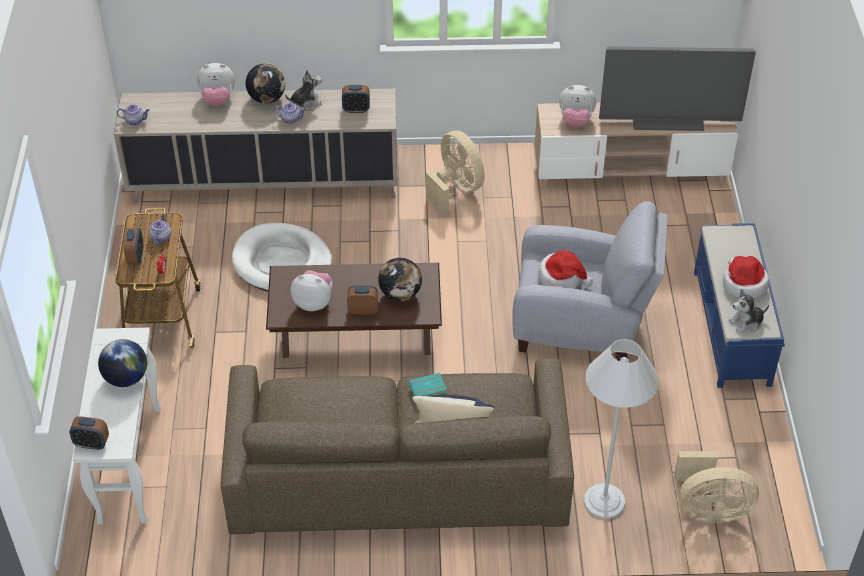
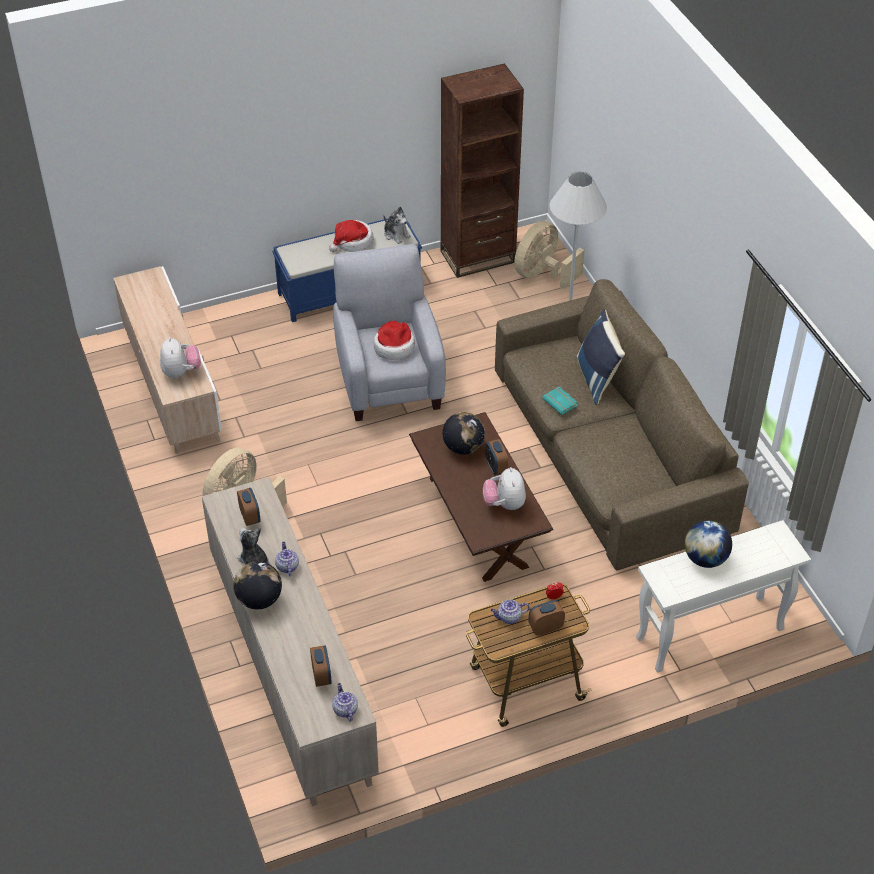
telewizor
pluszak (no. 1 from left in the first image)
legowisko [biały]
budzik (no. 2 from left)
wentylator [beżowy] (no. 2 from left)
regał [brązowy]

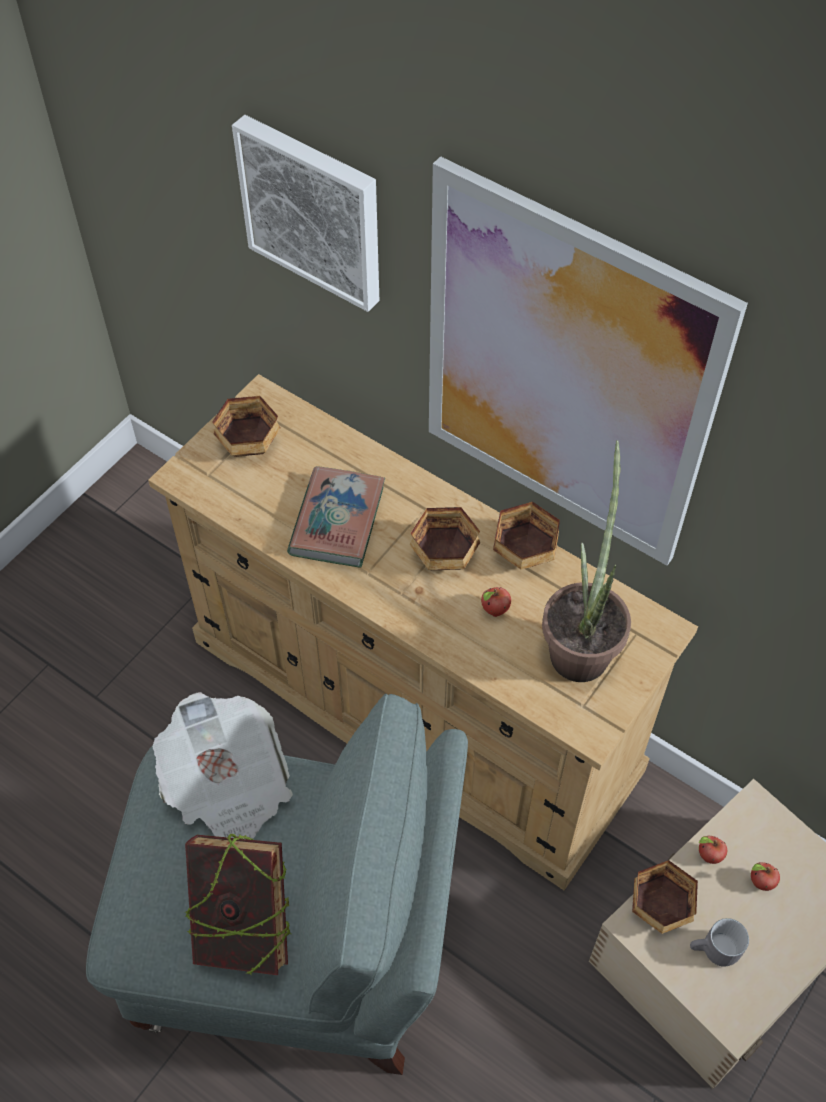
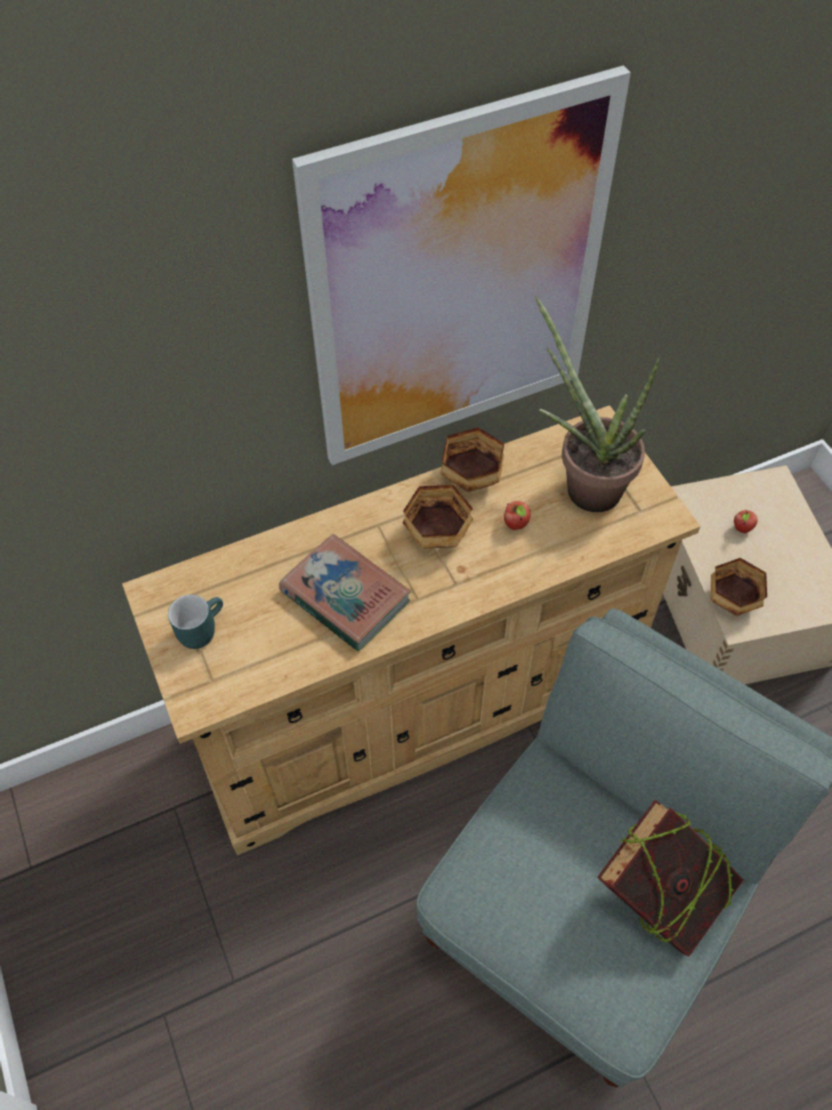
obraz (no. 1 from left in the first image)
kubek [turkusowy]
gazeta
jabłko (no. 2 from left in the first image)
kubek [szary]

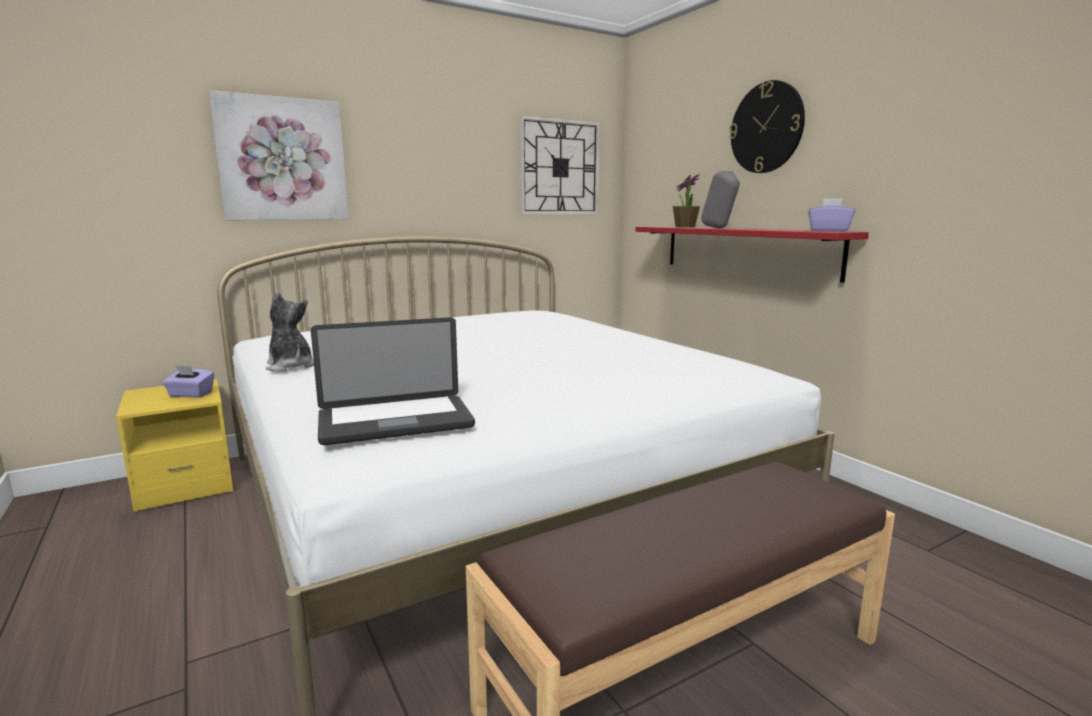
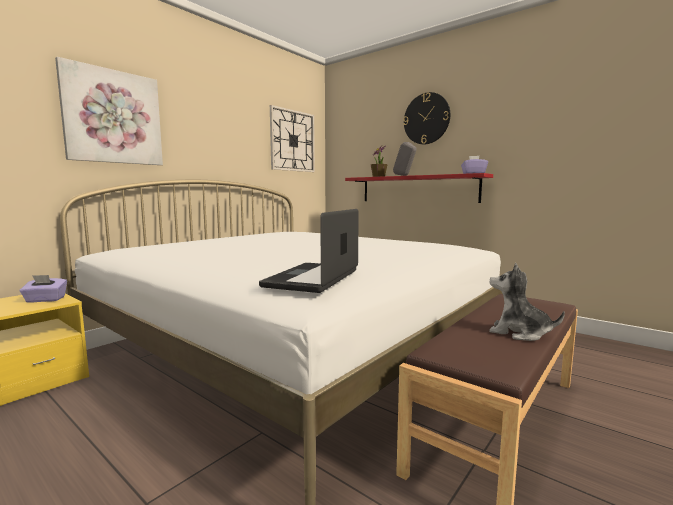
pluszak
laptop

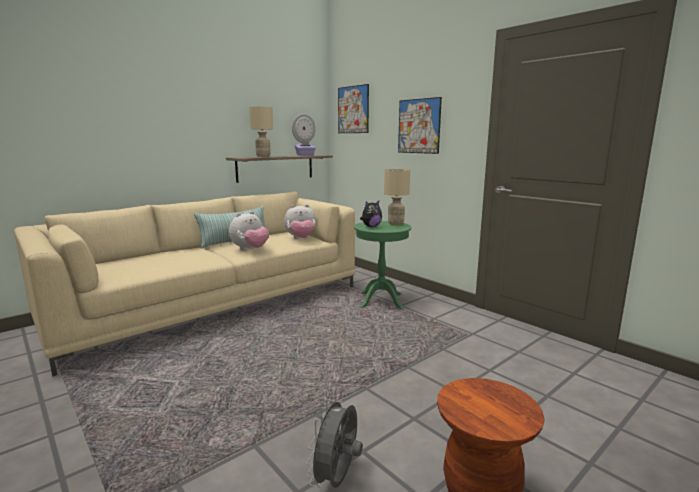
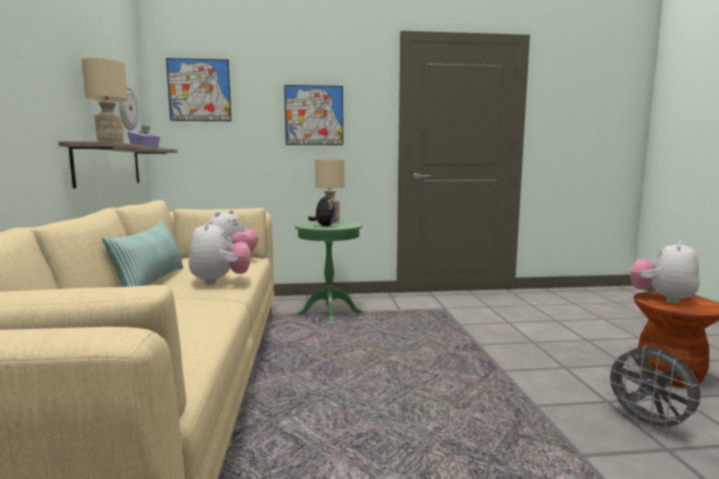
pluszak (no. 4 from left)

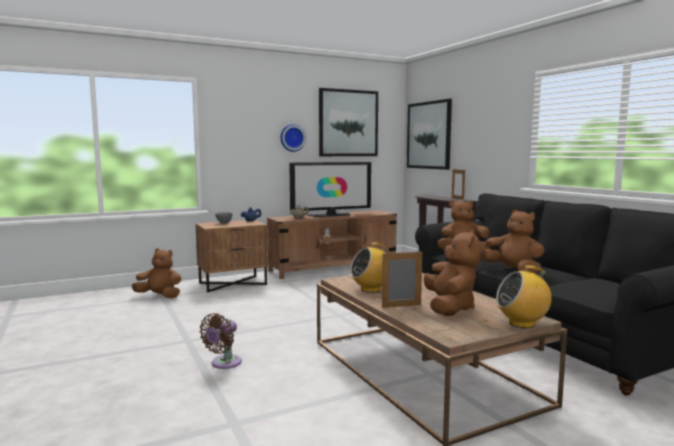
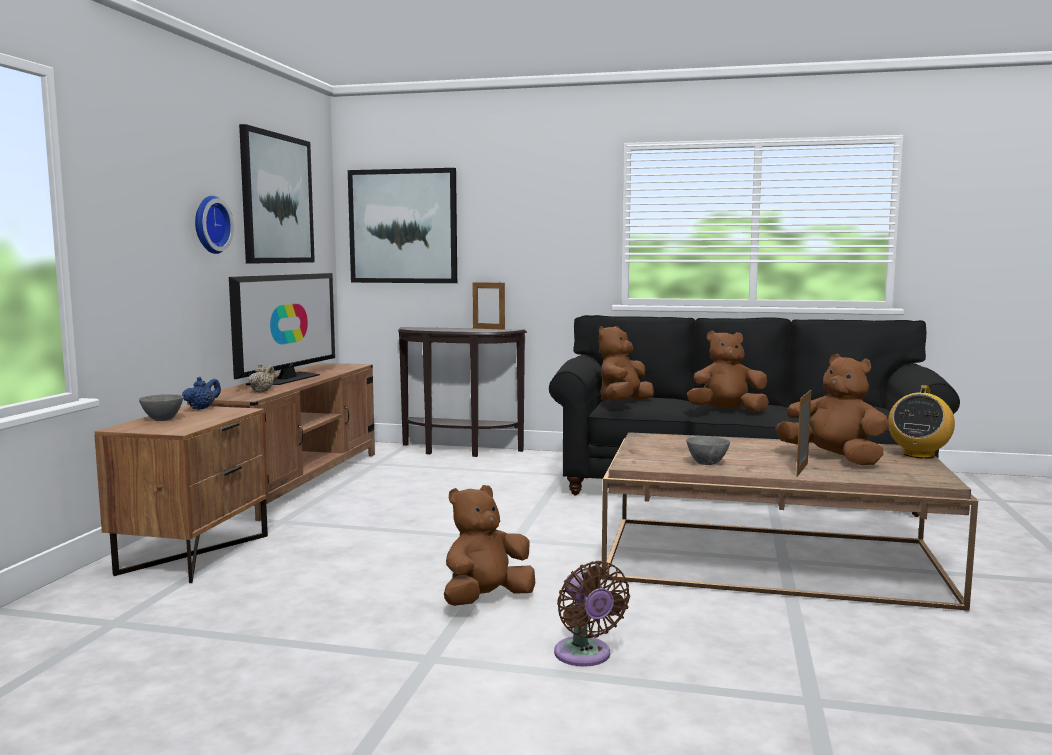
miska [szary] (no. 2 from left)
pluszak [brązowy] (no. 1 from left)

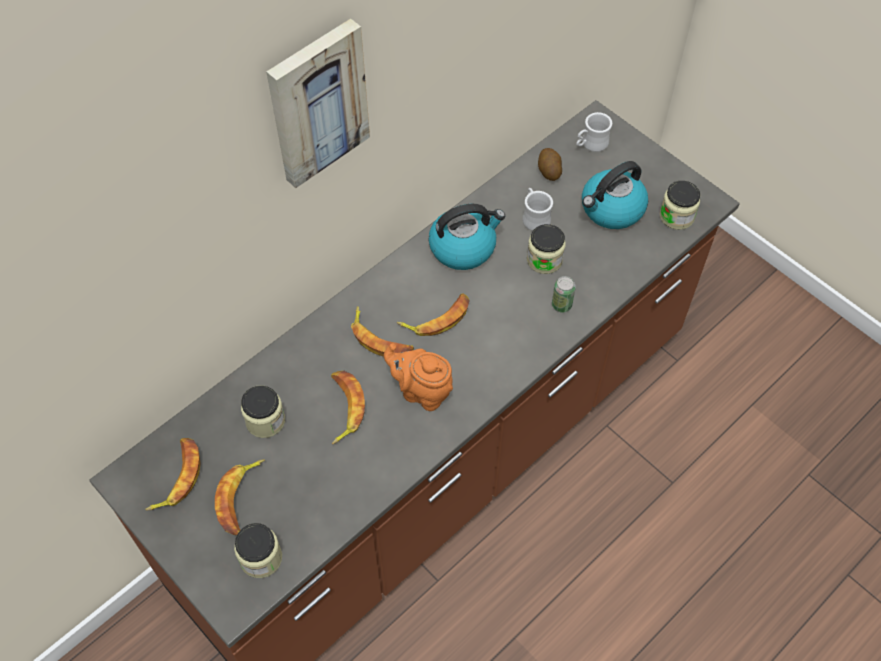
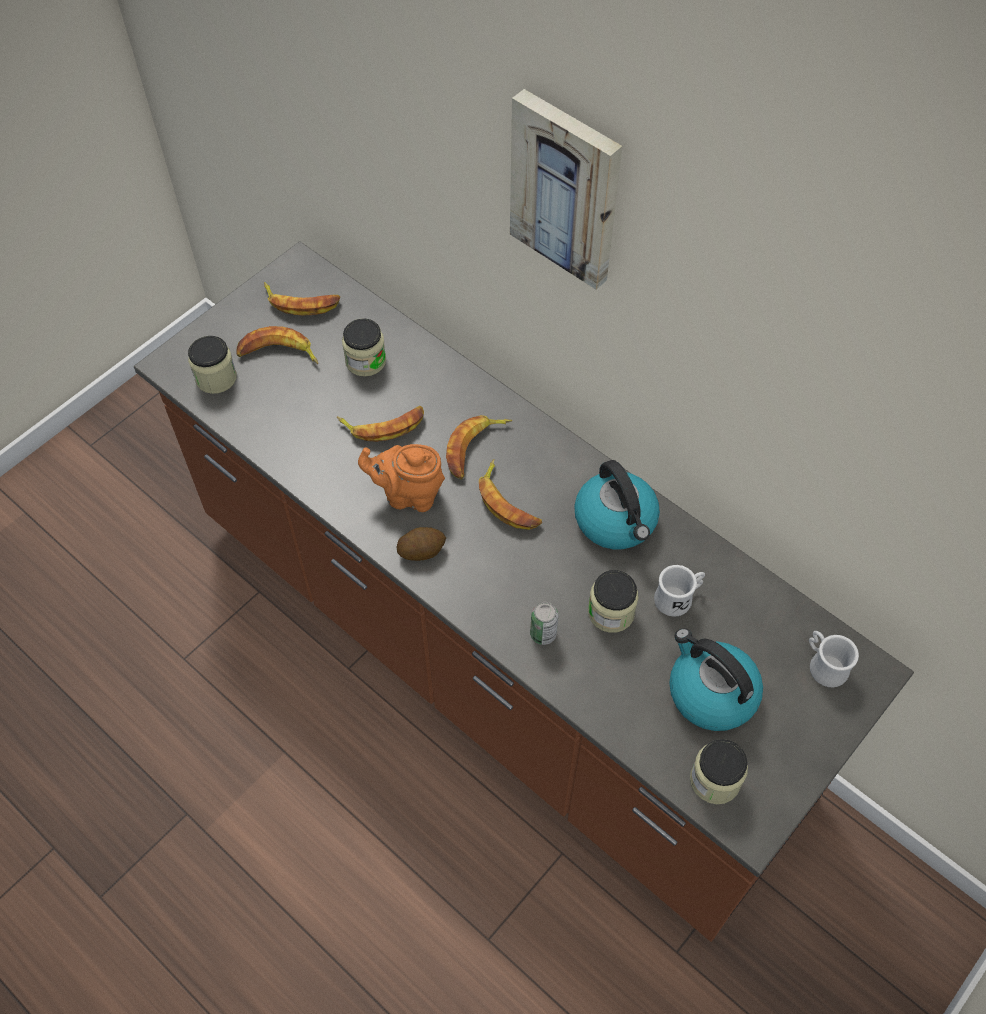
ziemniak
imbryk [pomarańczowy]

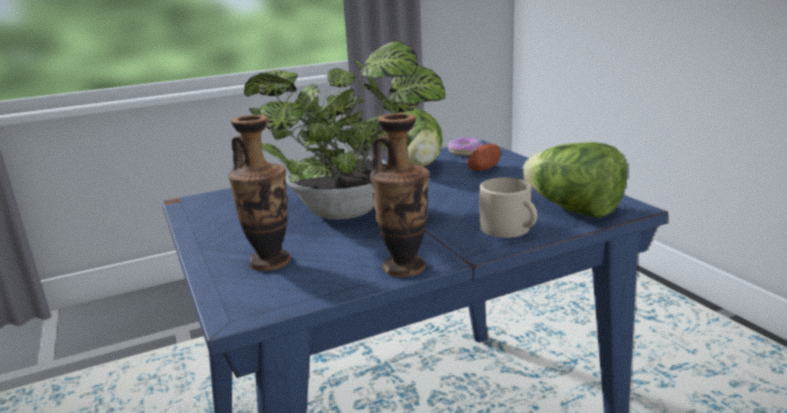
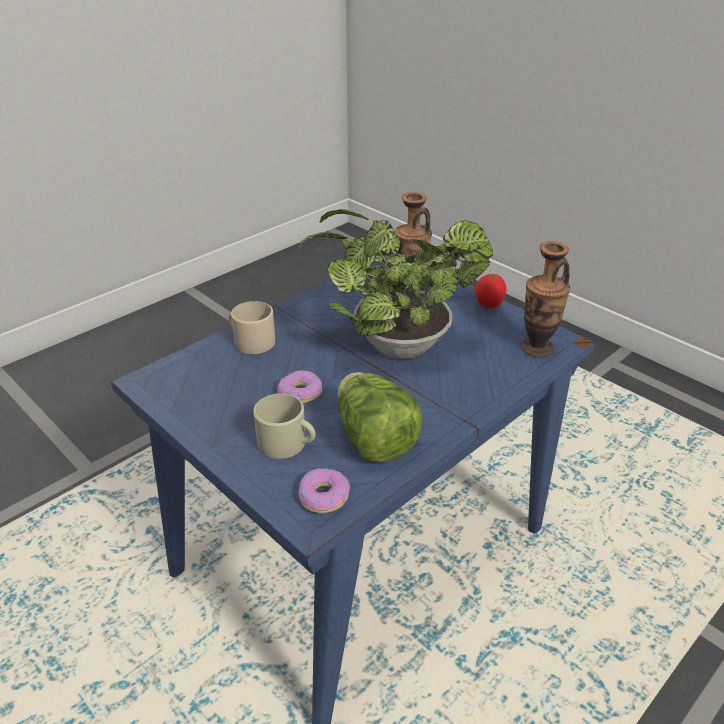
wazon (no. 2 from left)
sałata (no. 2 from left in the first image)
kubek [beżowy] (no. 2 from left)
pomidor
donut (no. 1 from left)

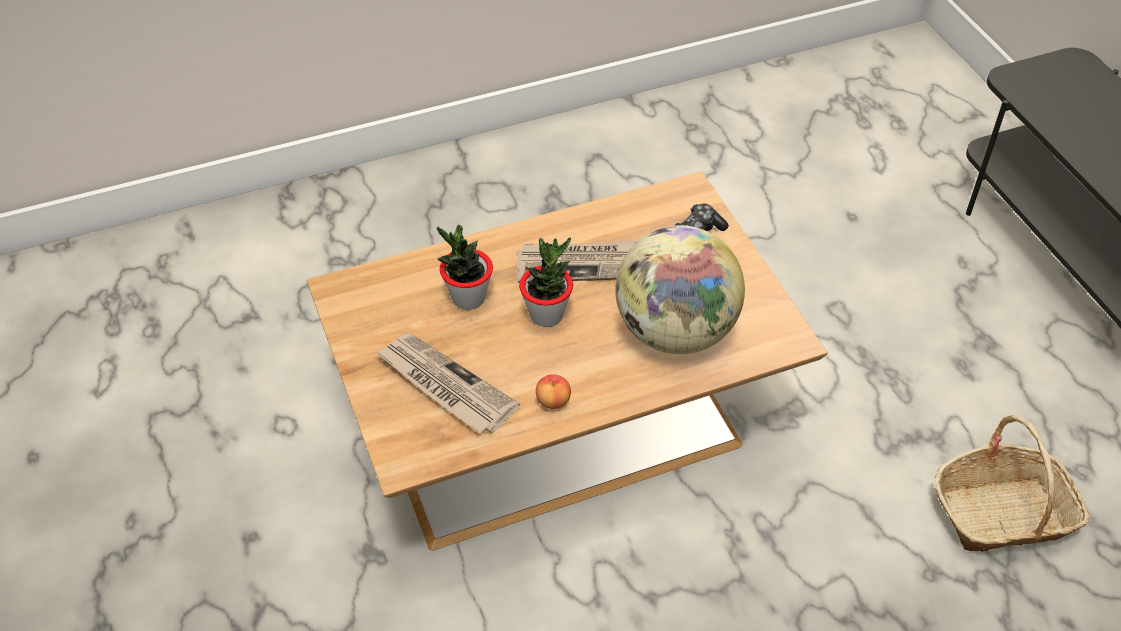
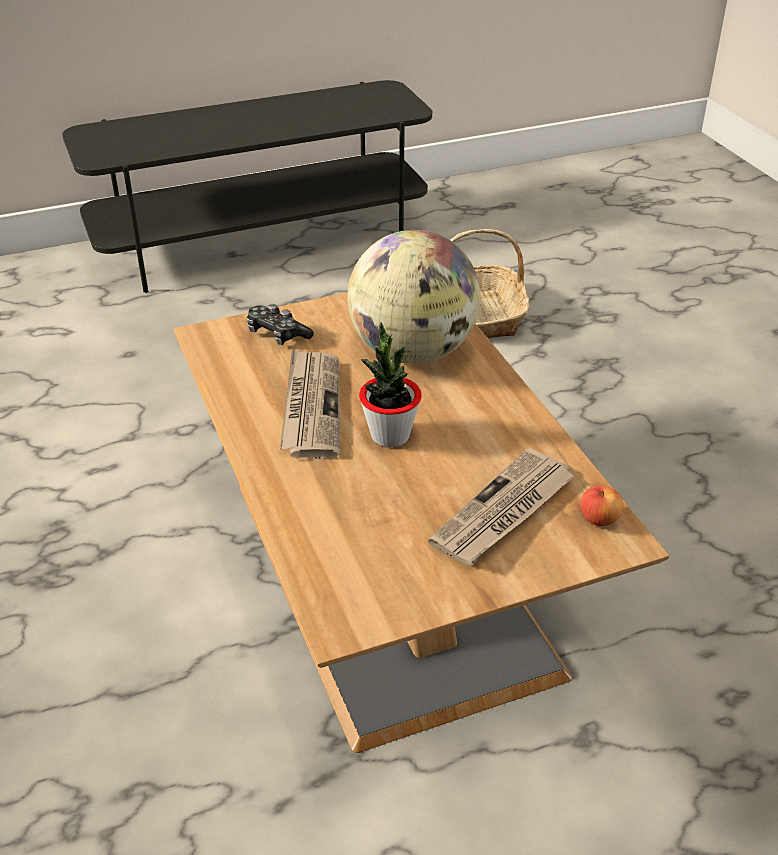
roślina doniczkowa (no. 1 from left in the first image)
jabłko

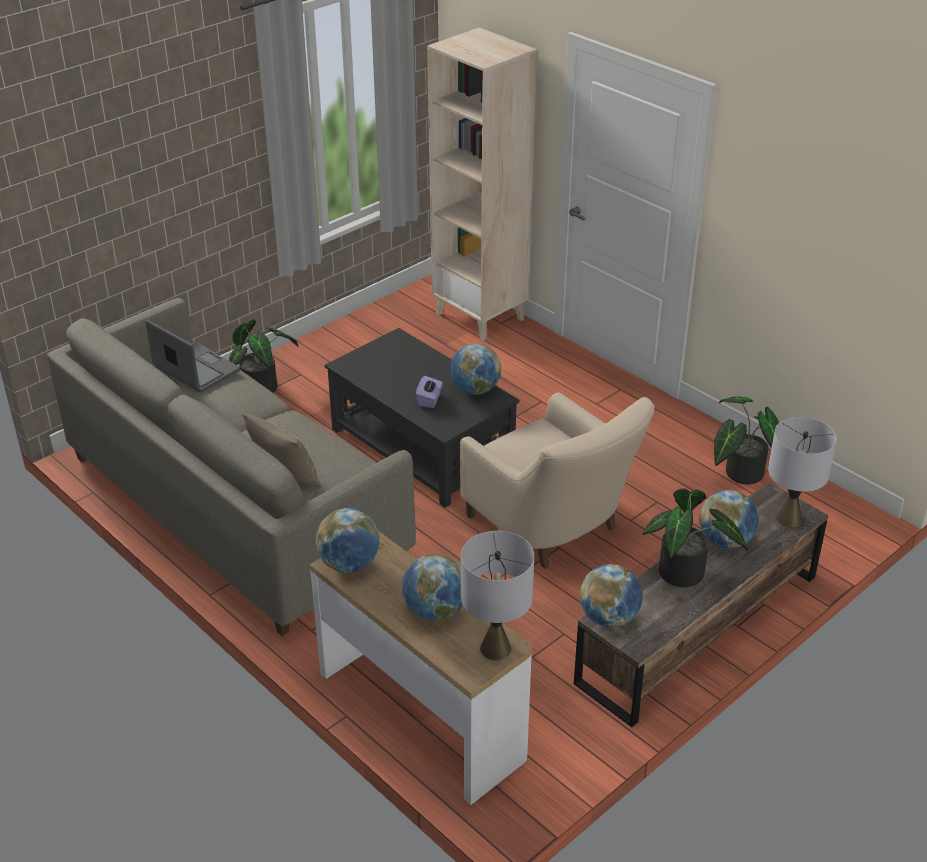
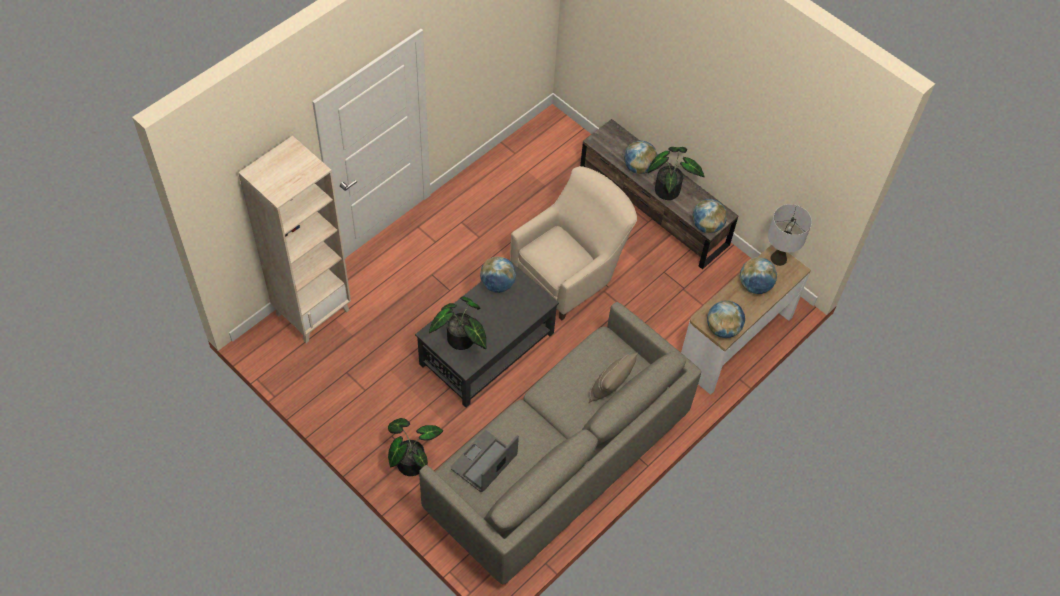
pudełko chusteczek [fioletowy]
roślina doniczkowa (no. 2 from left)
lampa stołowa [szary] (no. 2 from left in the first image)

